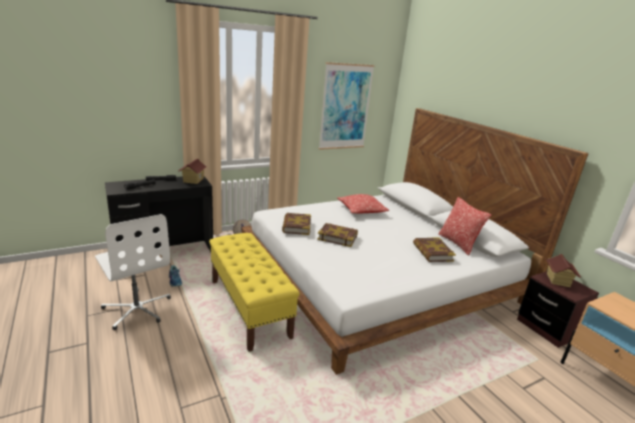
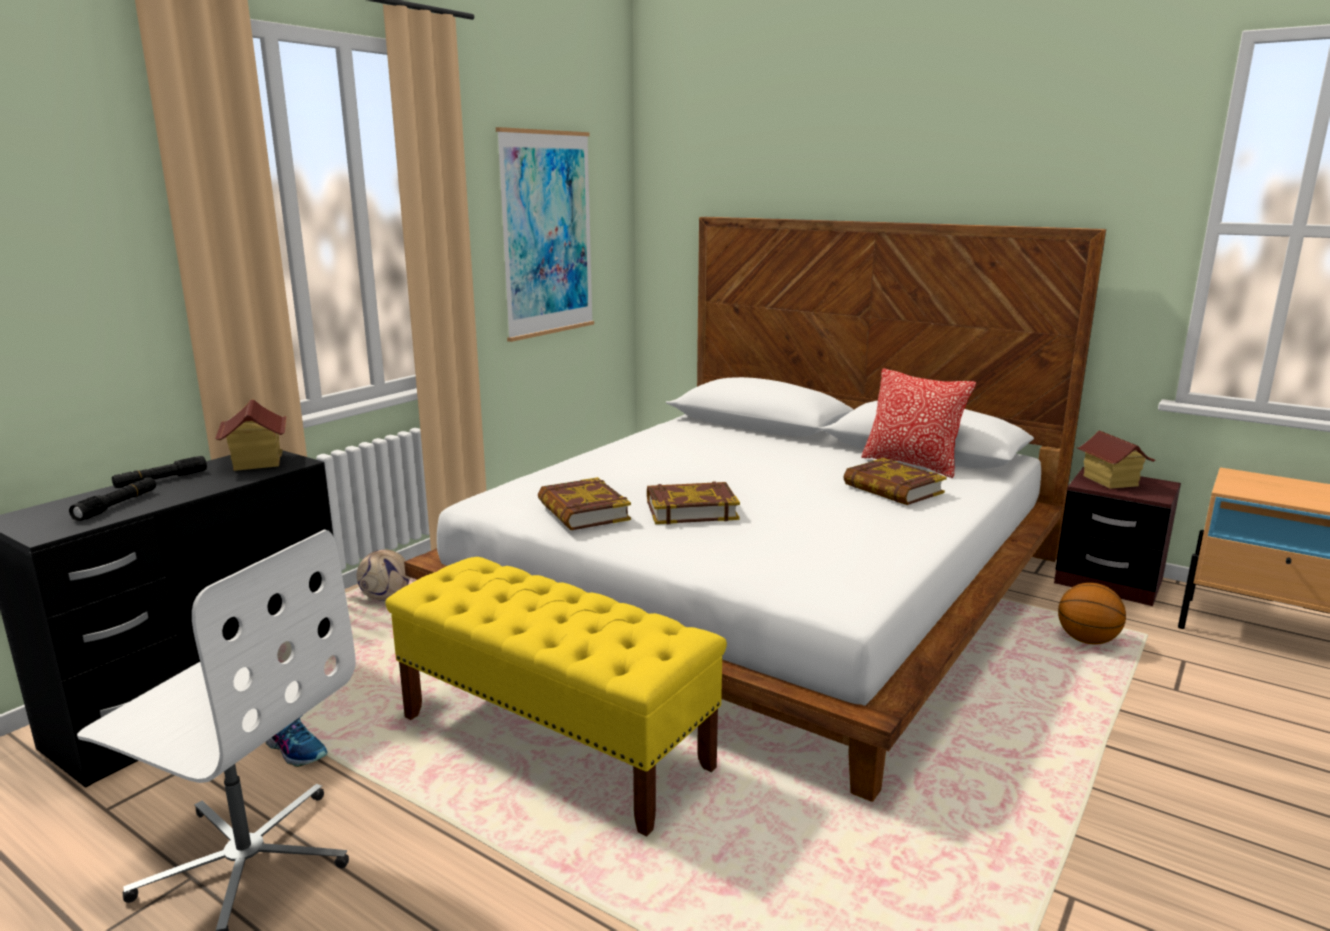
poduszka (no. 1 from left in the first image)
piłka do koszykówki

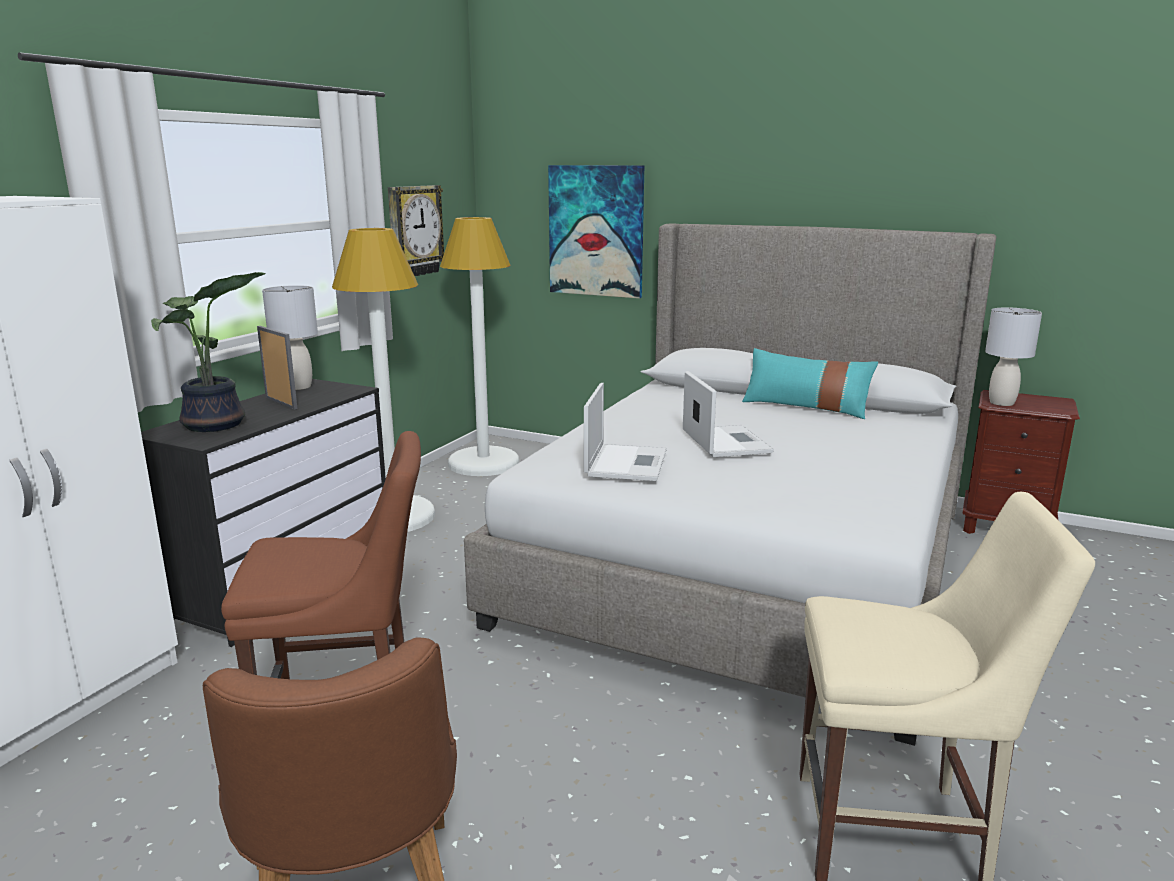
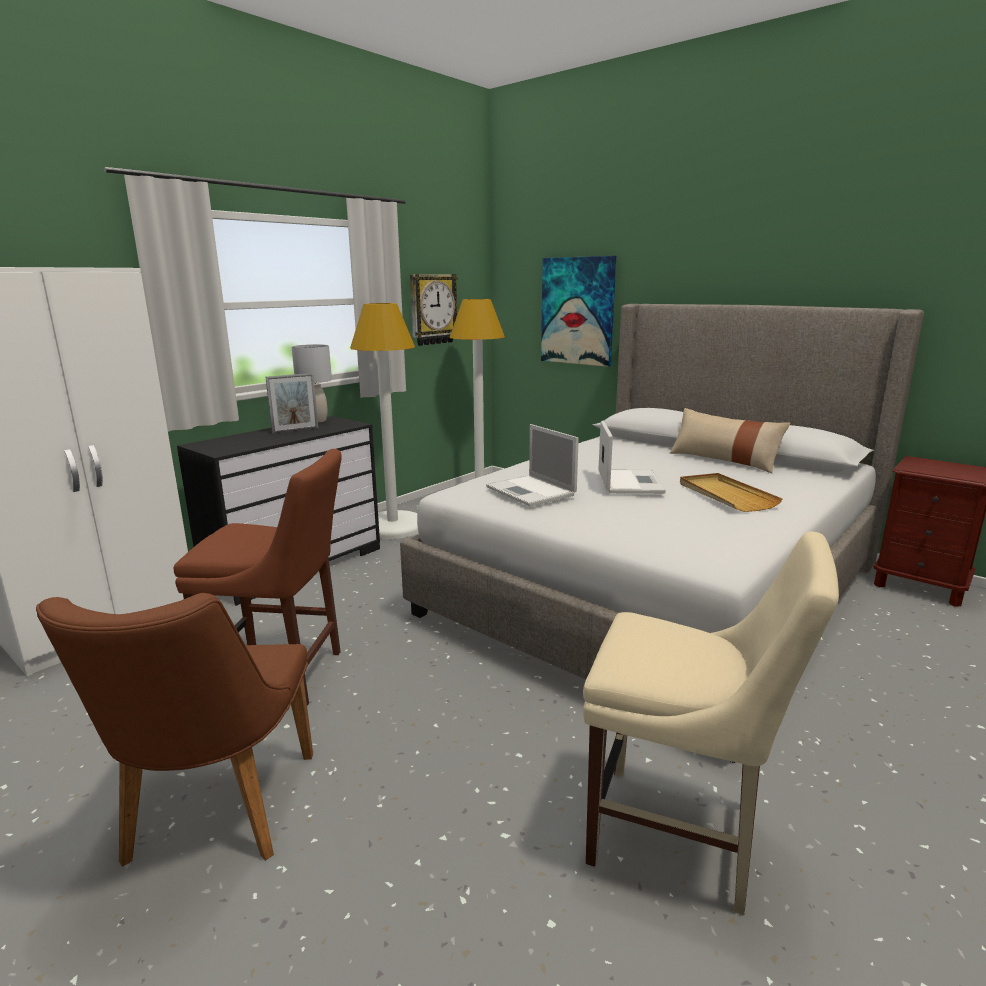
roślina doniczkowa
lampa stołowa [szary] (no. 2 from left in the first image)
ramka na zdjęcie
poduszka [beżowy]
laptop (no. 1 from left)
taca [beżowy]

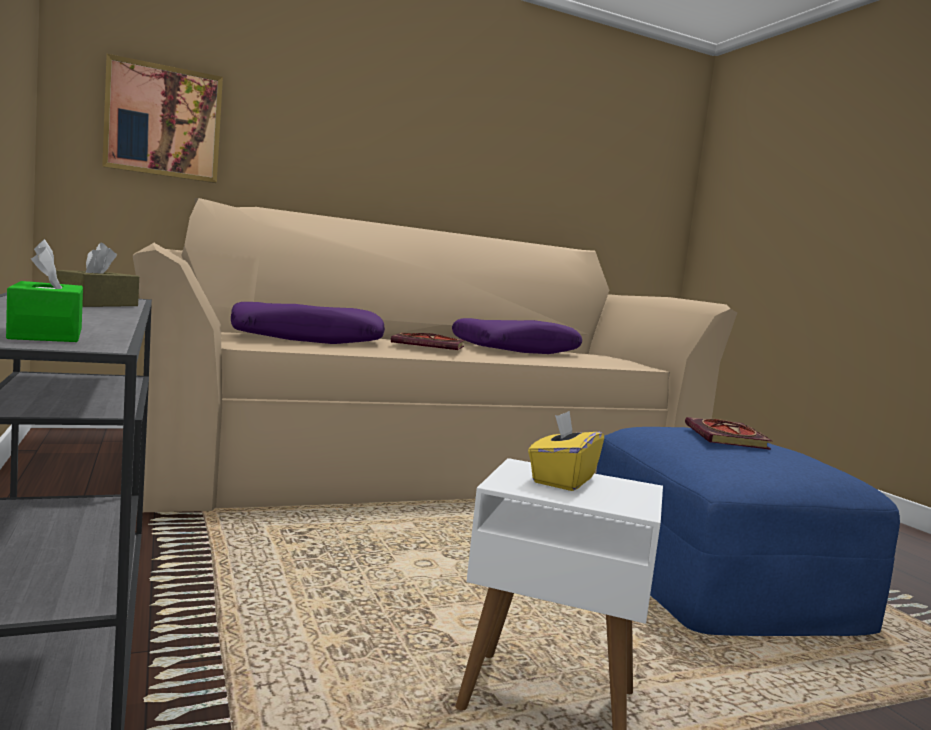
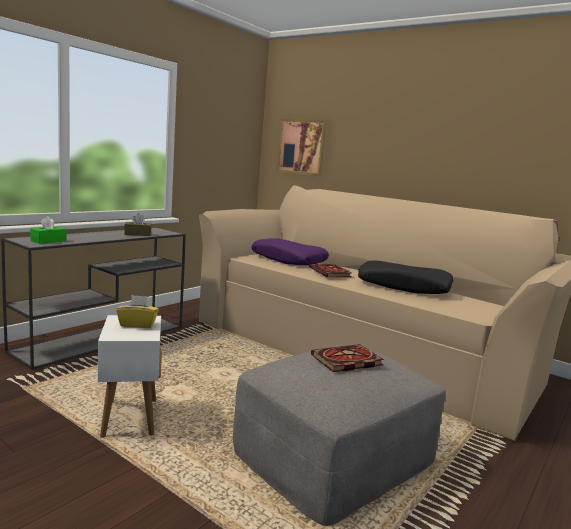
poduszka [czarny]
pufa [szary]

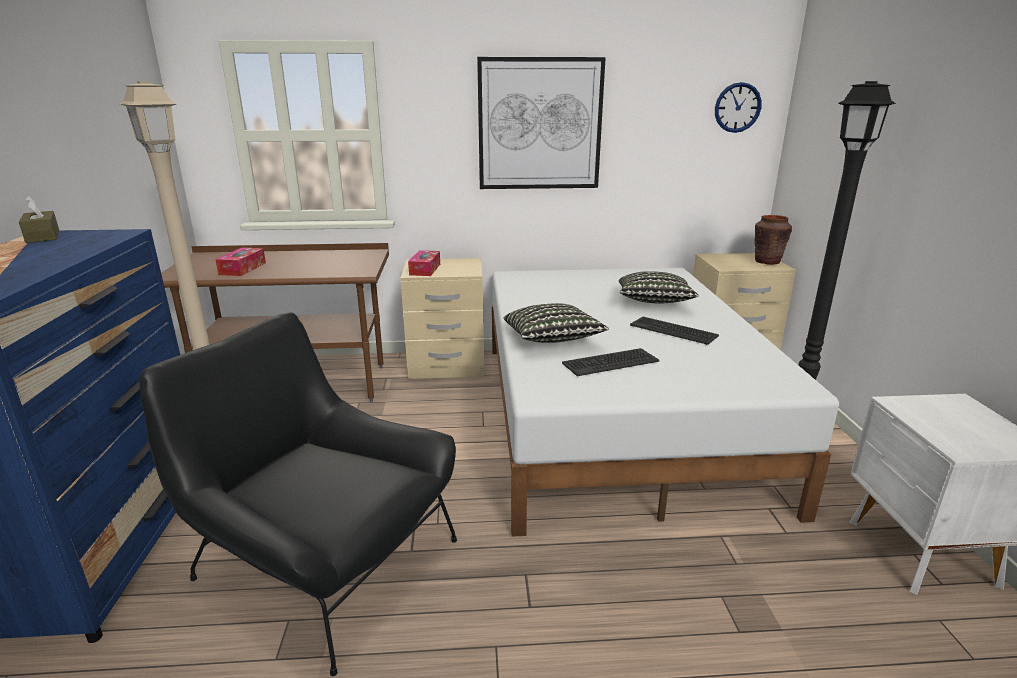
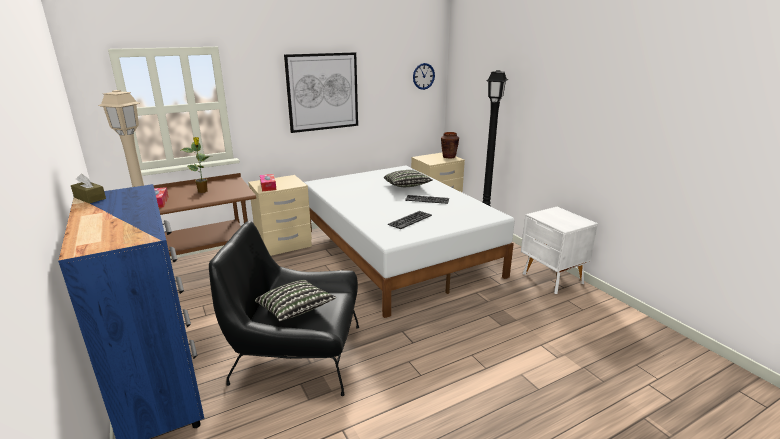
poduszka (no. 1 from left)
roślina doniczkowa

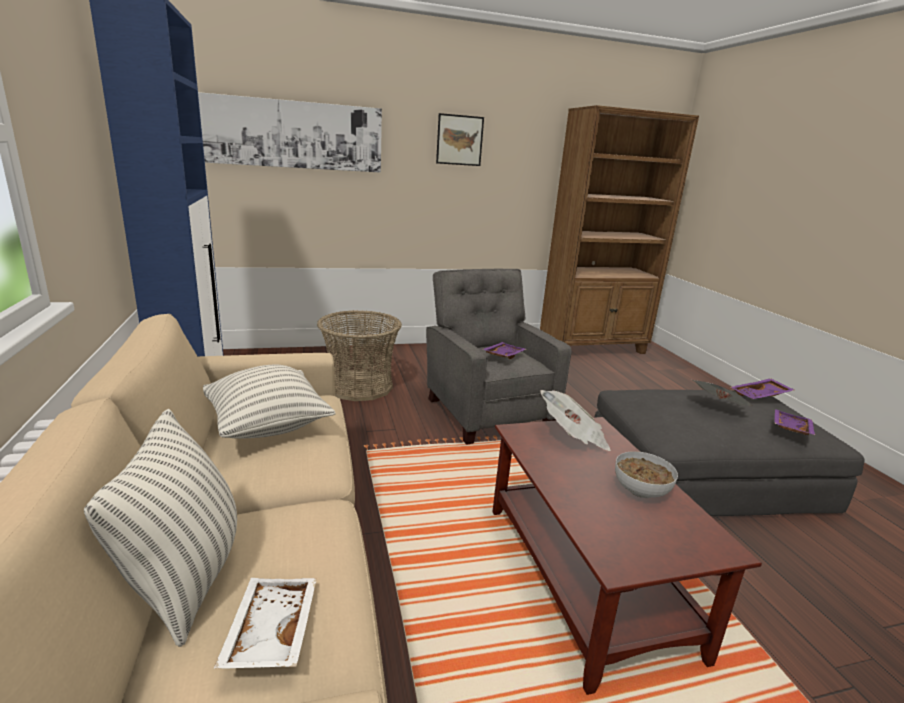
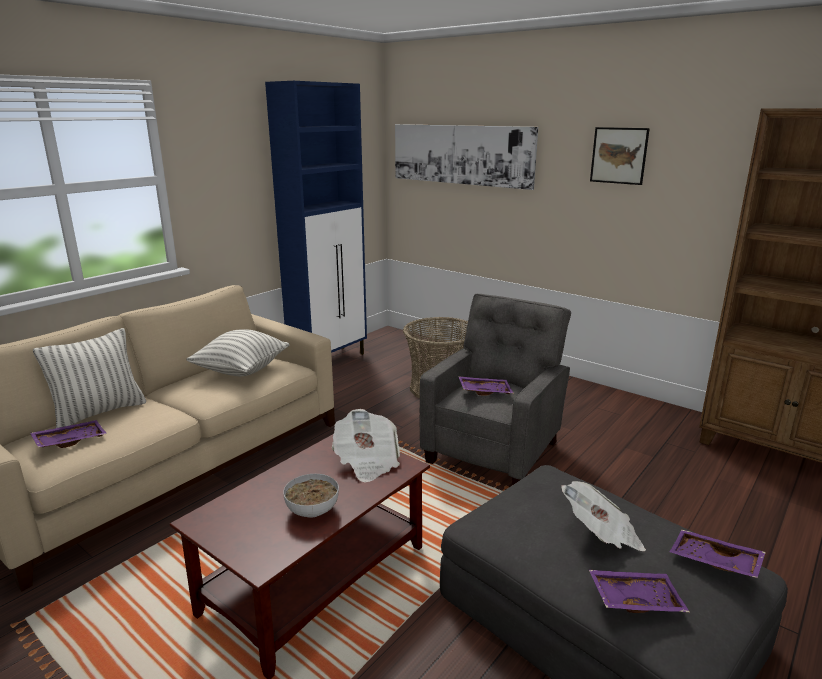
taca [fioletowy] (no. 1 from left)

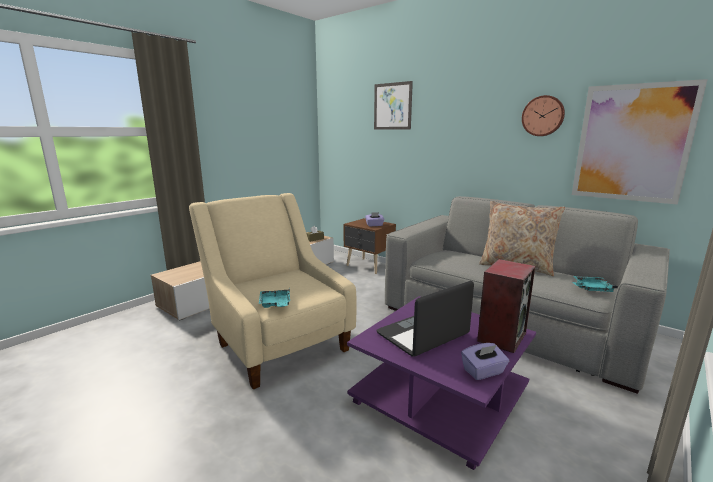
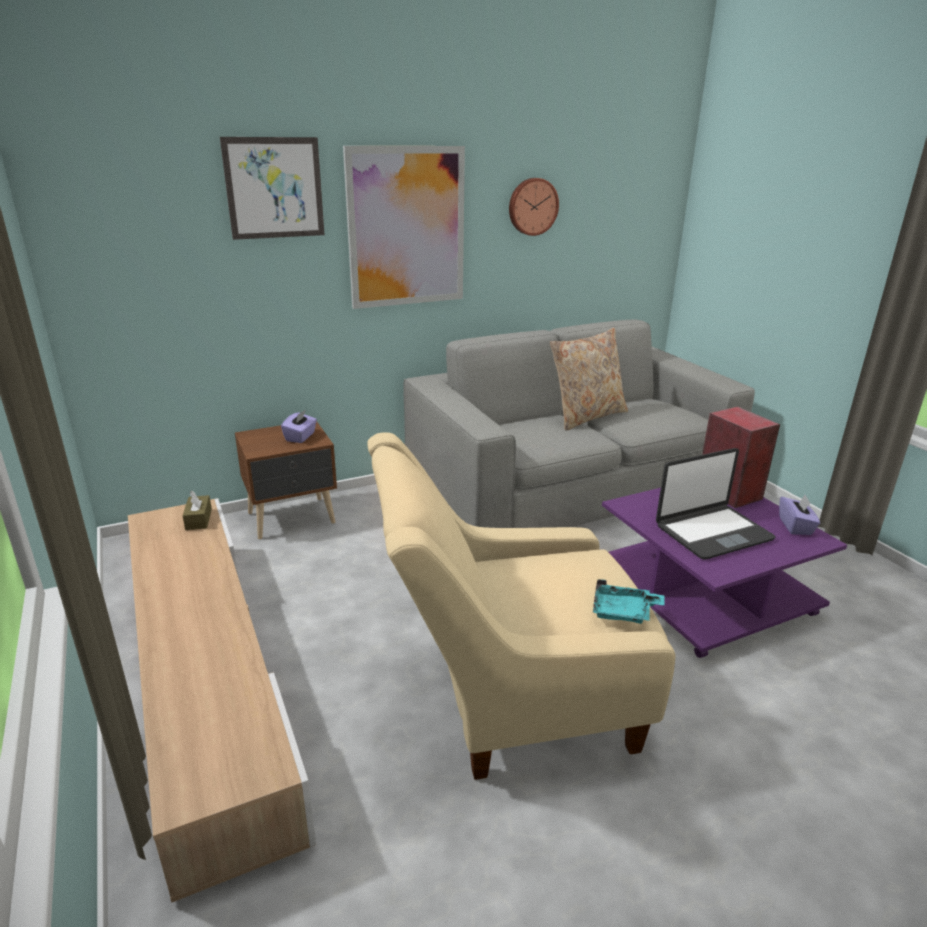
obraz (no. 2 from left)
taca [turkusowy] (no. 2 from left in the first image)
laptop

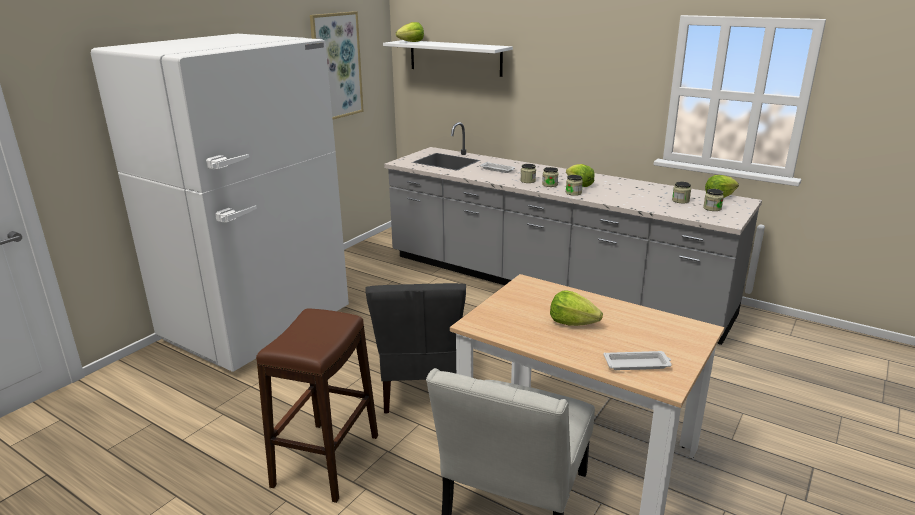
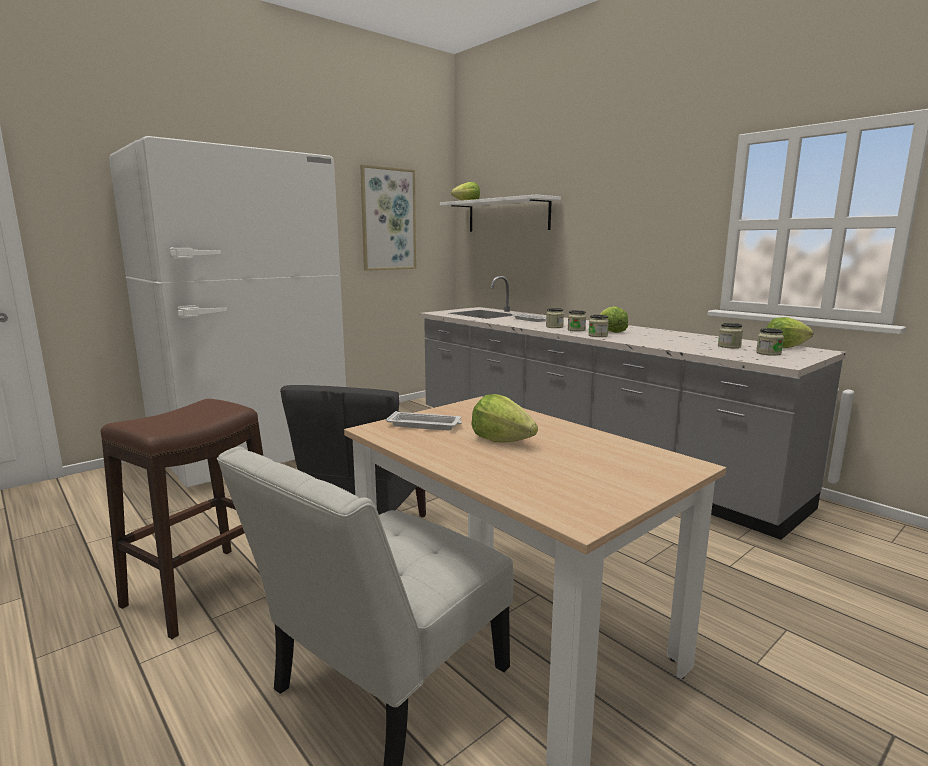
taca [biały] (no. 1 from left)

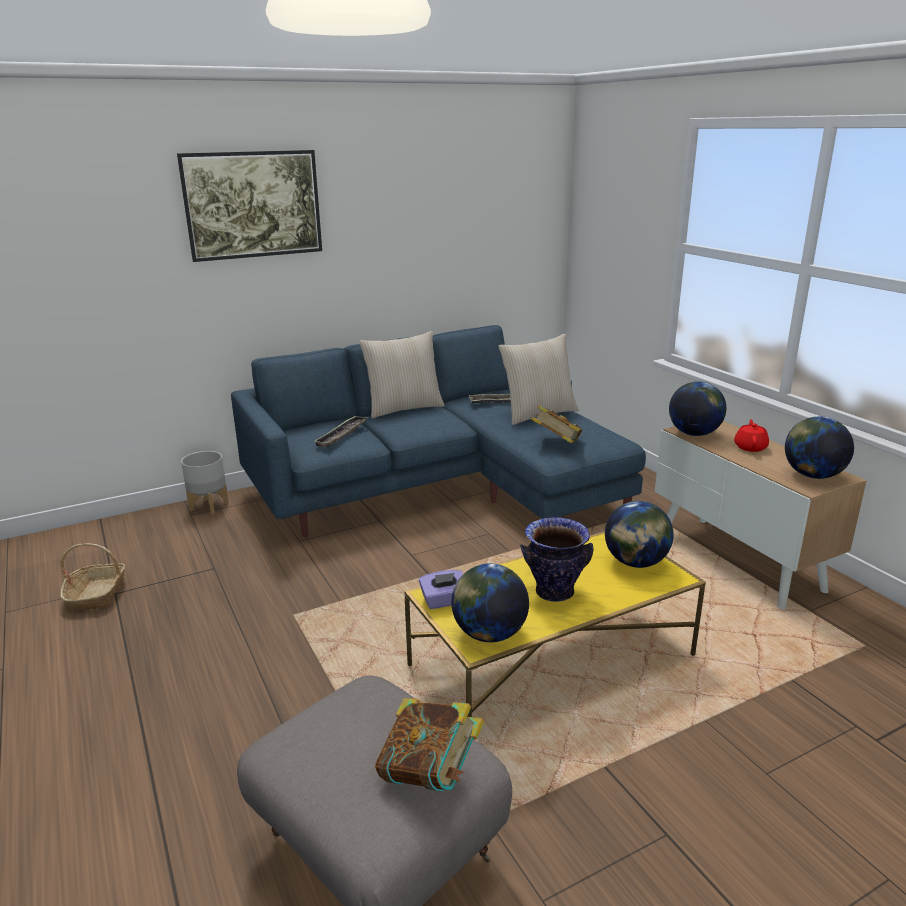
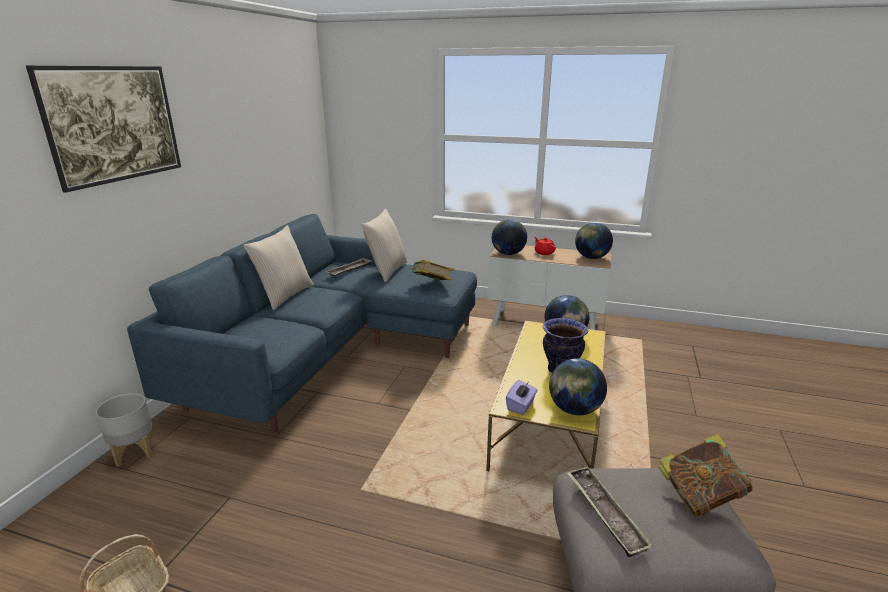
taca (no. 2 from left)

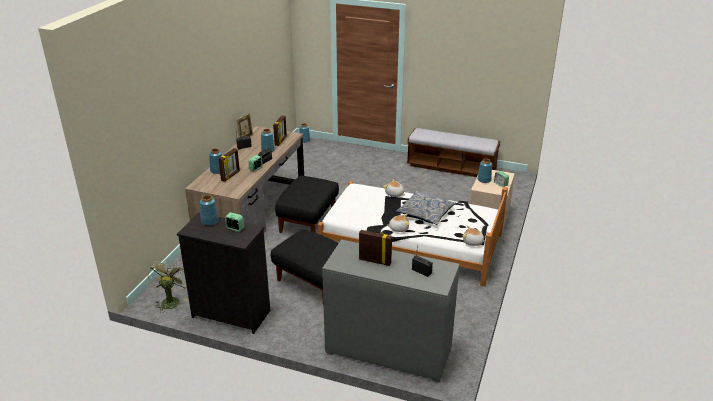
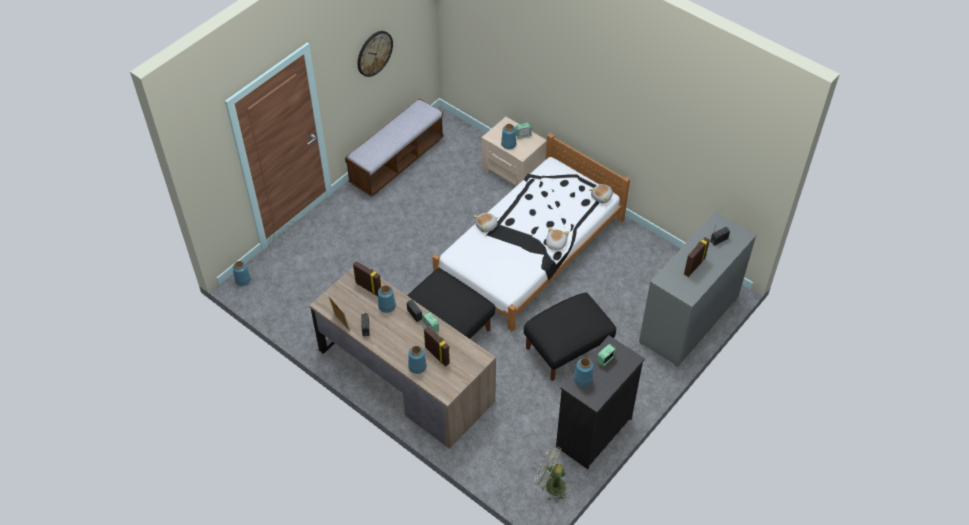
poduszka
zegar ścienny

